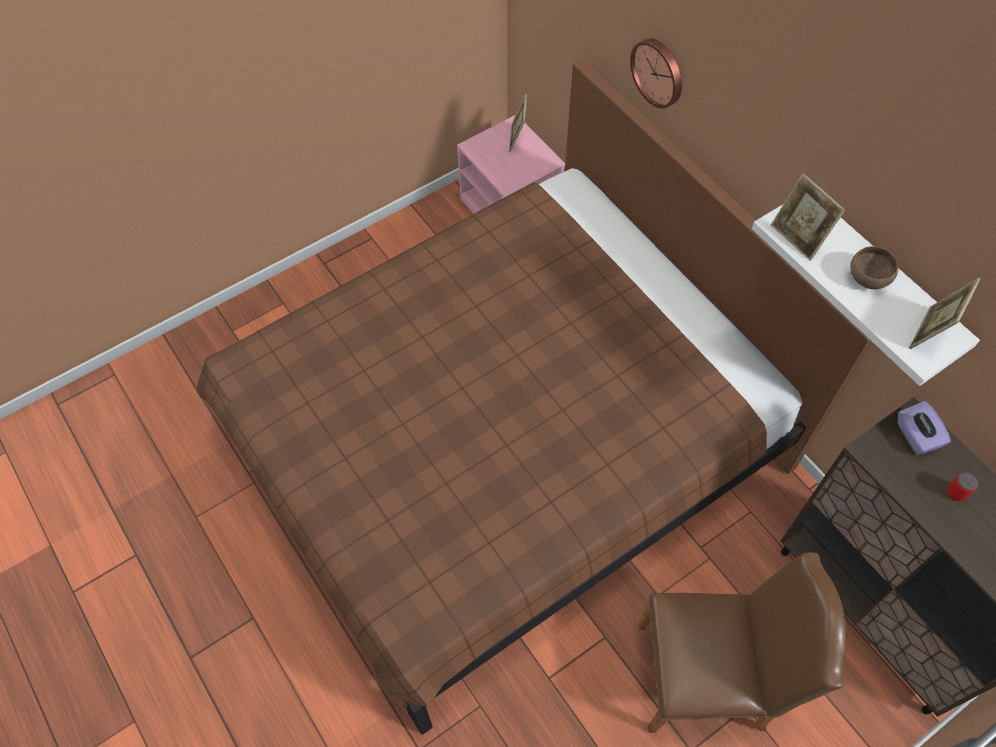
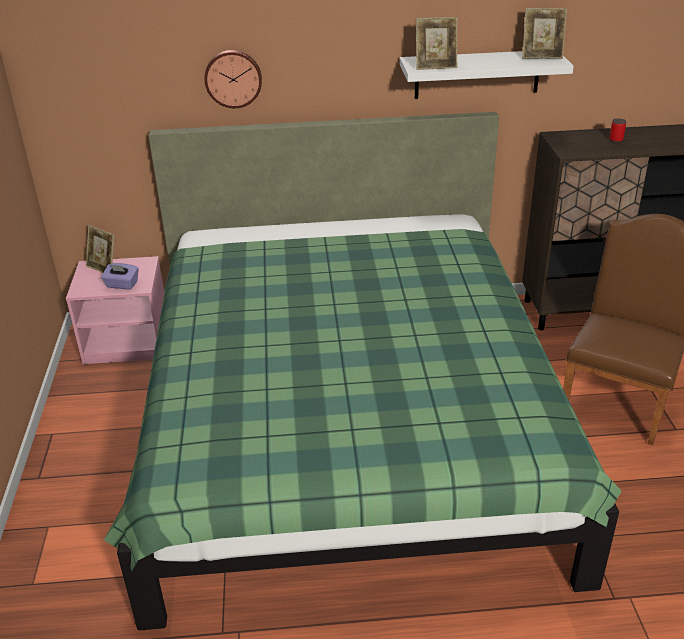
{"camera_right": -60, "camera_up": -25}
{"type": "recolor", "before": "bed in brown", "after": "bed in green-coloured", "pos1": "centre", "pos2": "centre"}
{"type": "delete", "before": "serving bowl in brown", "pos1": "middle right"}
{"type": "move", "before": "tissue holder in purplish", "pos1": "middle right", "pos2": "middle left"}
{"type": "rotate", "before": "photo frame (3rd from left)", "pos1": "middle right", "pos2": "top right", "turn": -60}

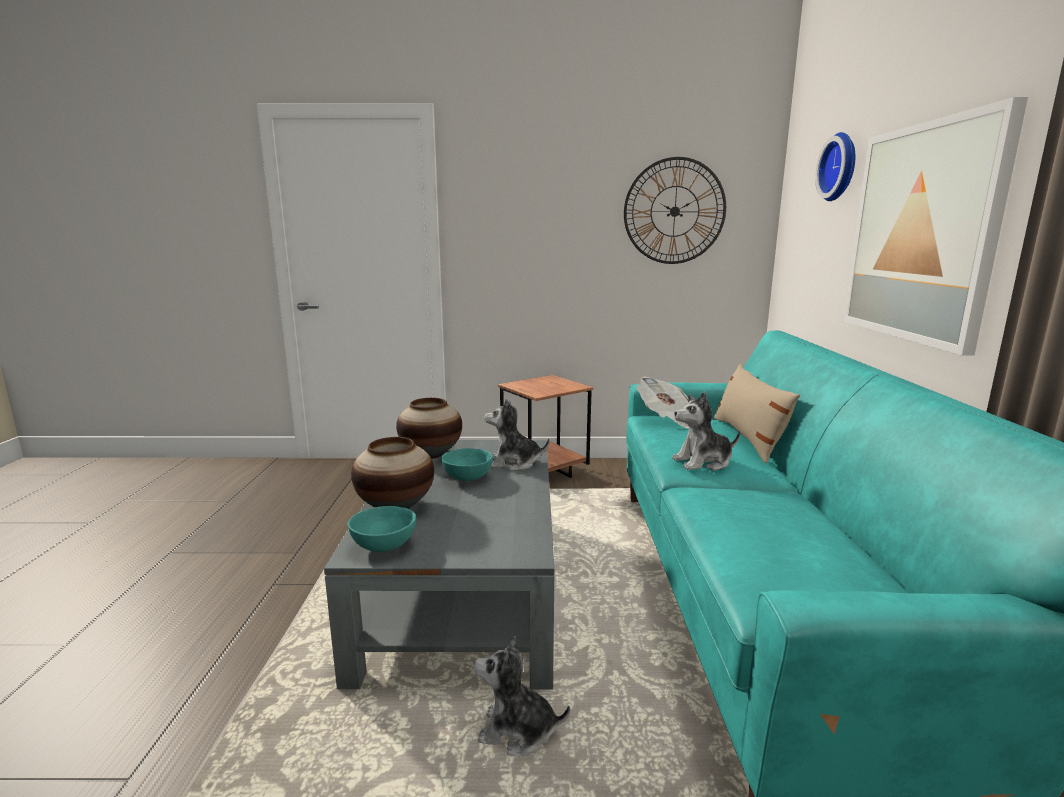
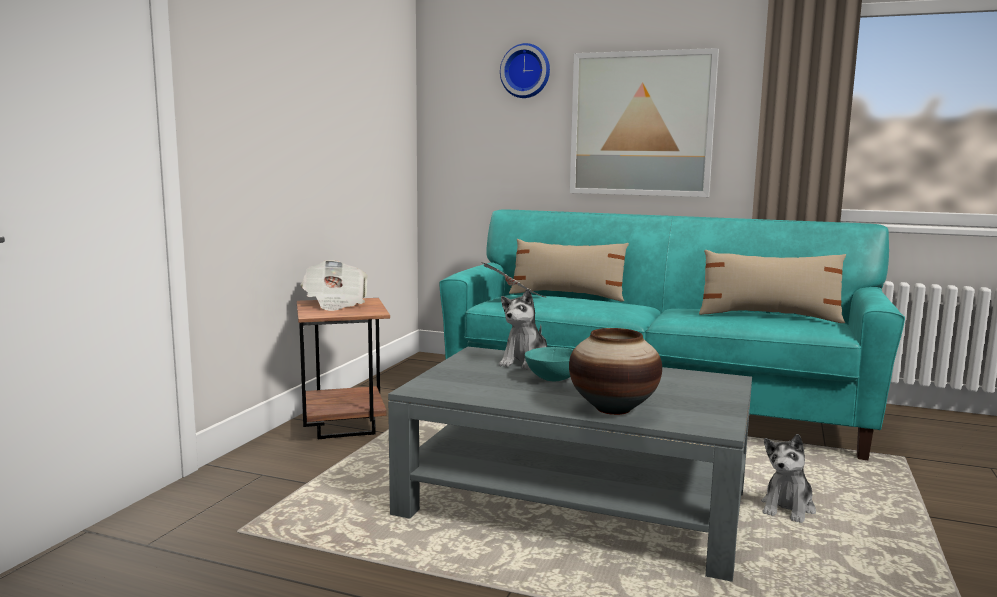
{"camera_right": -70, "camera_up": -5}
{"type": "delete", "before": "serving bowl in blue-green (1st from left)", "pos1": "centre"}
{"type": "delete", "before": "flower vase (2nd from left)", "pos1": "centre"}
{"type": "delete", "before": "clock on the wall (1st from left)", "pos1": "top centre"}
{"type": "delete", "before": "soft toy (3rd from left)", "pos1": "centre"}
{"type": "insert", "after": "daily paper (1st from left)", "pos2": "centre"}
{"type": "insert", "after": "throw pillow in beige-coloured (2nd from left)", "pos2": "middle right"}

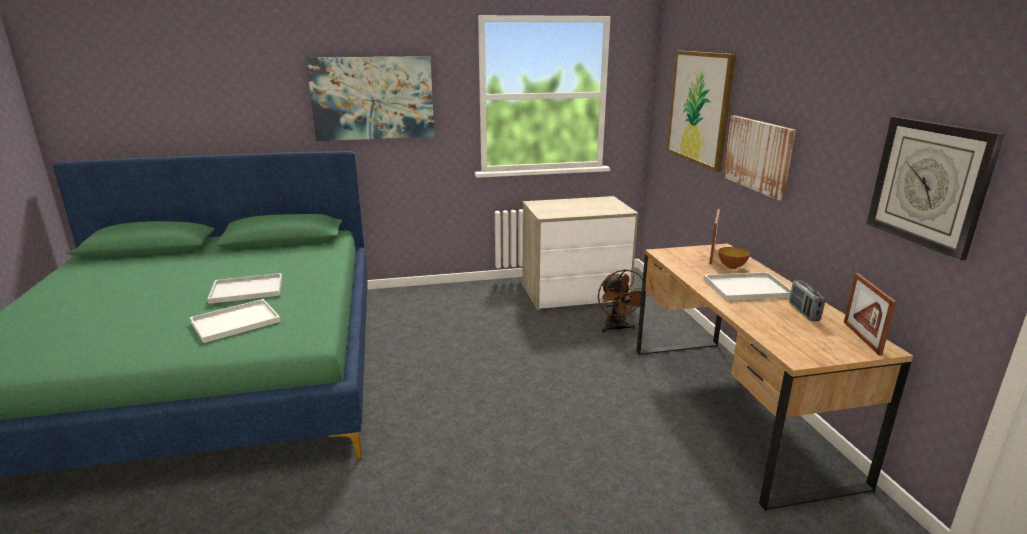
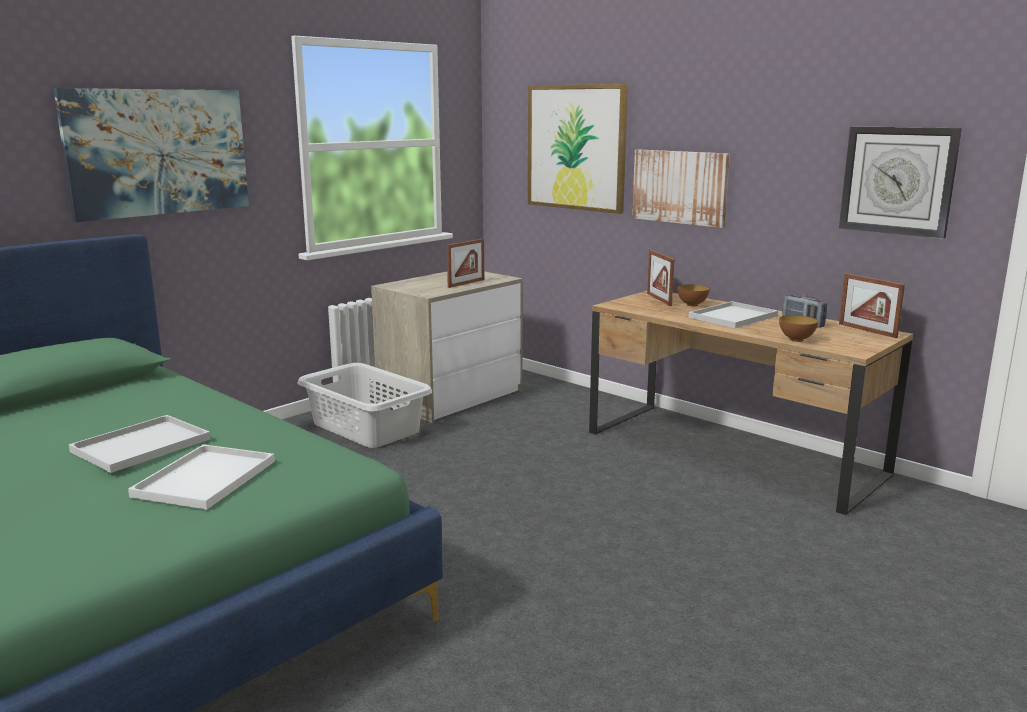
{"camera_right": -35, "camera_up": -5}
{"type": "delete", "before": "fan in brown", "pos1": "centre"}
{"type": "insert", "after": "laundry basket in gray", "pos2": "centre"}
{"type": "insert", "after": "photo frame (1st from left)", "pos2": "centre"}
{"type": "insert", "after": "serving bowl (2nd from left)", "pos2": "middle right"}

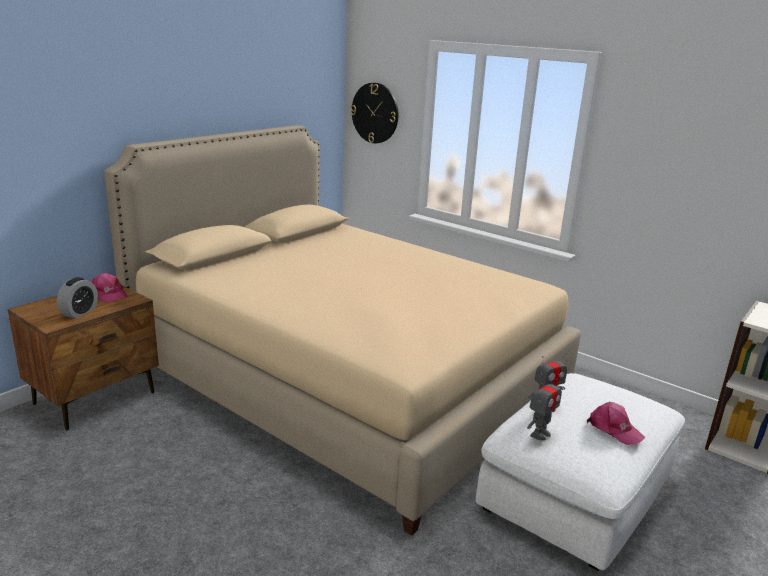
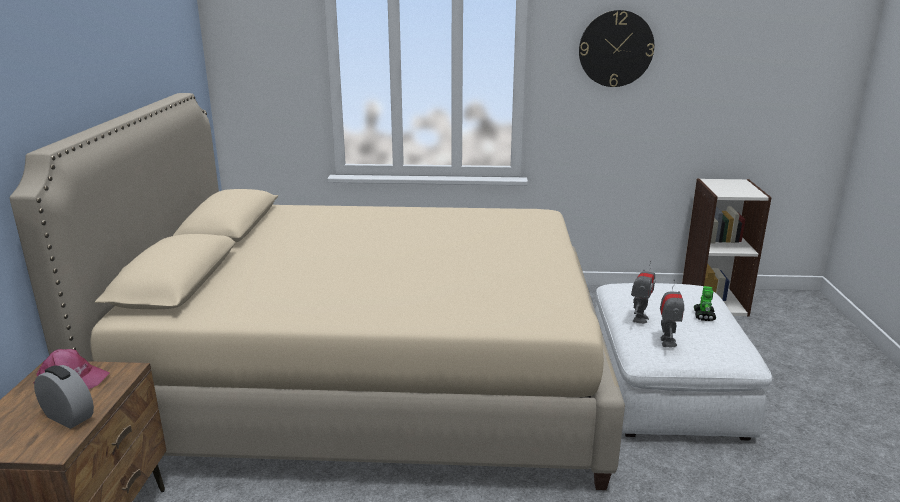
{"camera_right": -35, "camera_up": 0}
{"type": "rotate", "before": "bedside clock", "pos1": "middle left", "pos2": "bottom left", "turn": -45}
{"type": "move", "before": "clock on the wall", "pos1": "top centre", "pos2": "top right"}
{"type": "replace", "before": "peaked cap in pink-coloured (2nd from left)", "after": "robot figure (3rd from left)", "pos1": "bottom right", "pos2": "middle right"}

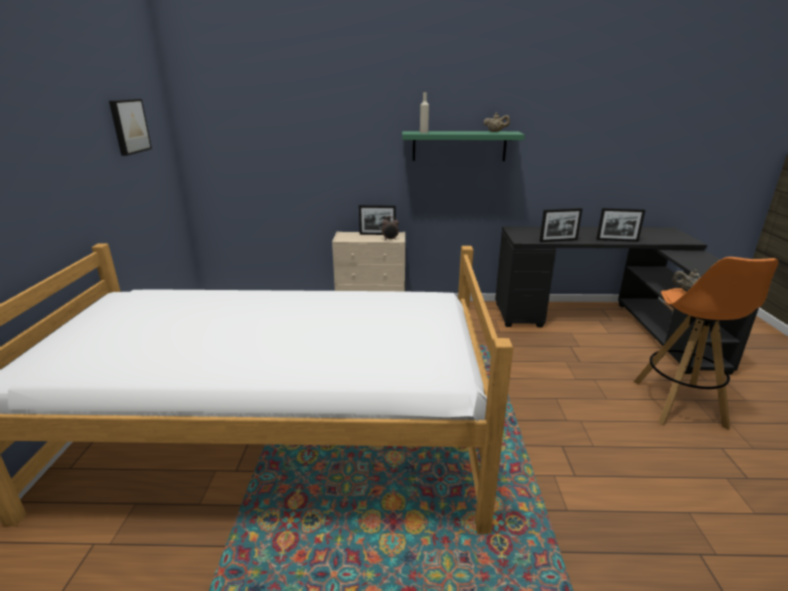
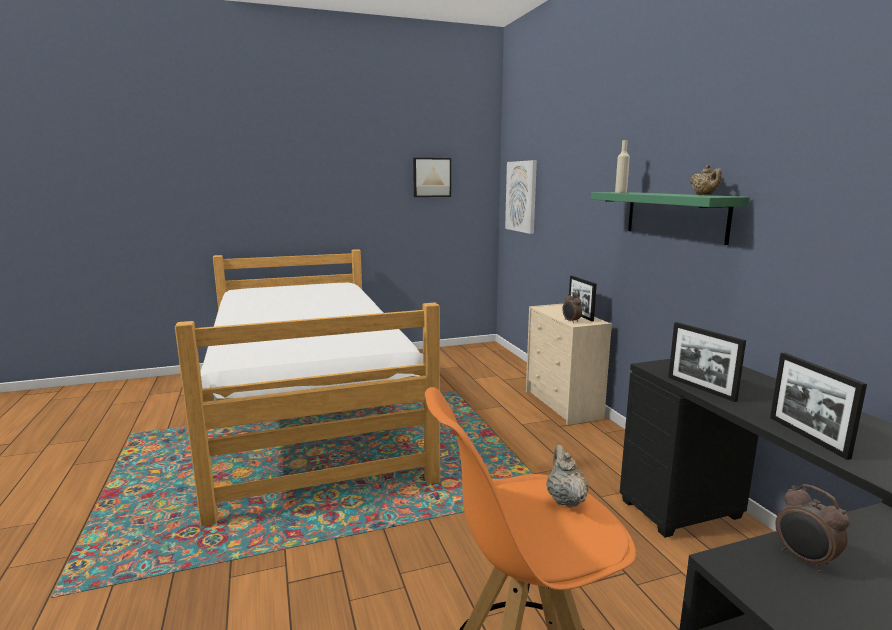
{"camera_right": 70, "camera_up": -10}
{"type": "insert", "after": "wall picture (2nd from left)", "pos2": "top centre"}
{"type": "insert", "after": "bedside clock (2nd from left)", "pos2": "bottom right"}

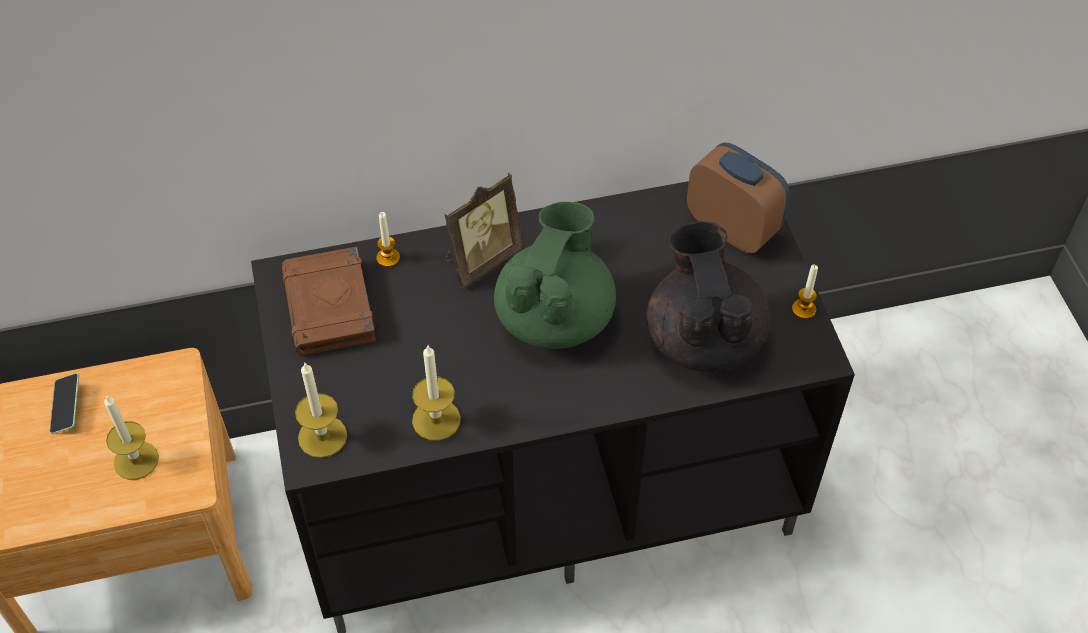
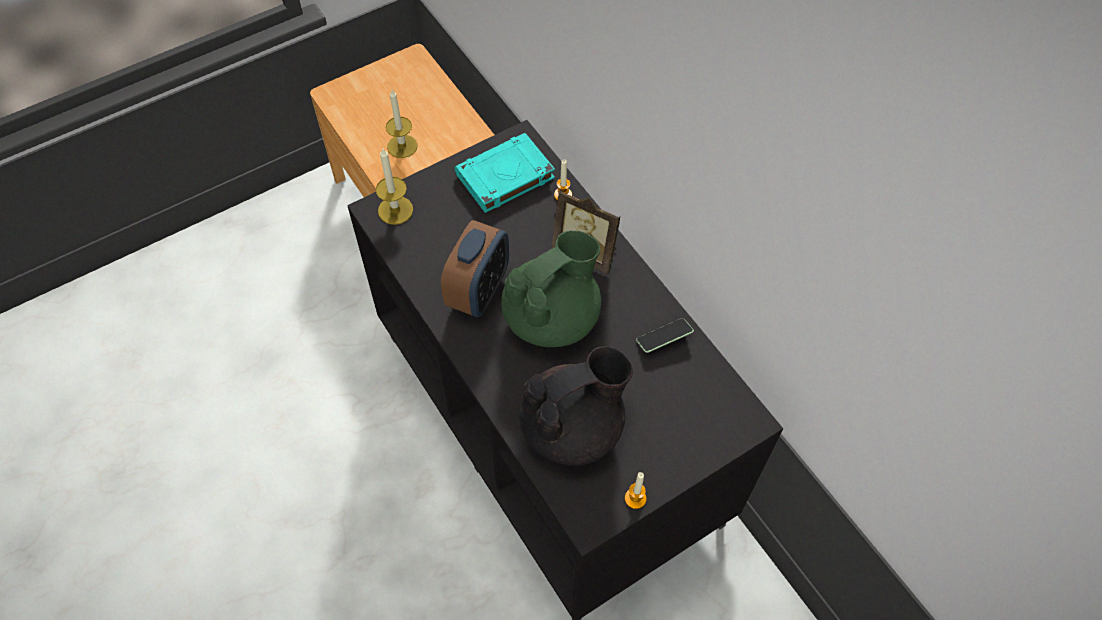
{"camera_right": 70, "camera_up": 5}
{"type": "move", "before": "telephone", "pos1": "middle left", "pos2": "centre"}
{"type": "recolor", "before": "volume in brown", "after": "volume in blue-green", "pos1": "middle left", "pos2": "top centre"}
{"type": "delete", "before": "wax candle (4th from left)", "pos1": "centre"}
{"type": "rotate", "before": "tea pot in green-coloured", "pos1": "centre", "pos2": "centre", "turn": -45}
{"type": "move", "before": "bedside clock", "pos1": "top right", "pos2": "centre"}

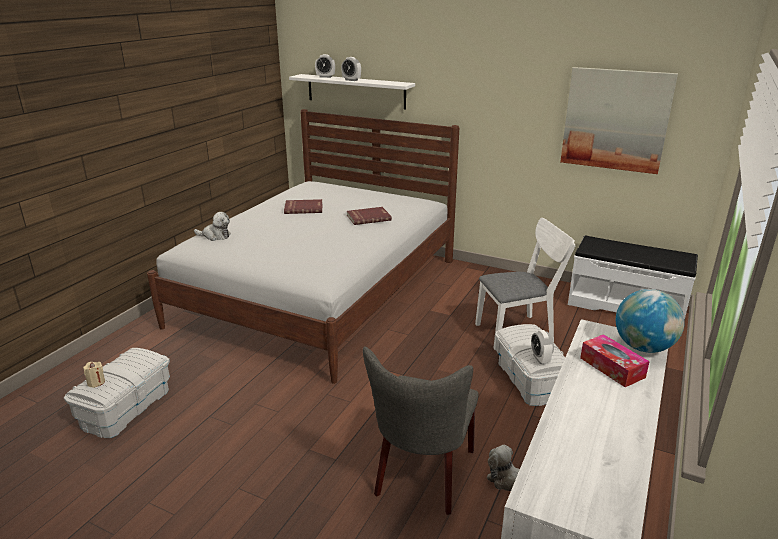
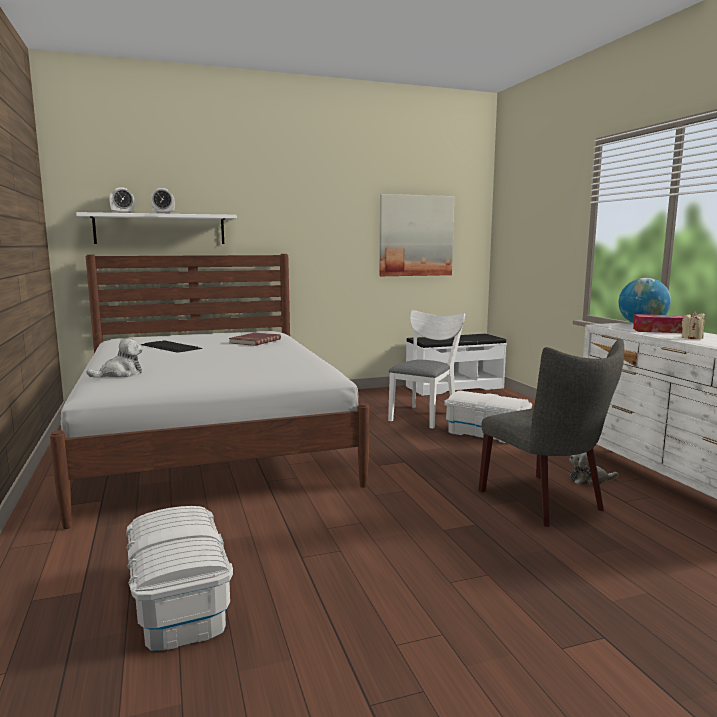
{"camera_right": -45, "camera_up": -15}
{"type": "move", "before": "wax candle in beige-coloured", "pos1": "bottom left", "pos2": "middle right"}
{"type": "replace", "before": "volume in red-coloured (1st from left)", "after": "PC keyboard", "pos1": "centre", "pos2": "middle left"}
{"type": "delete", "before": "bedside clock (3rd from left)", "pos1": "middle right"}

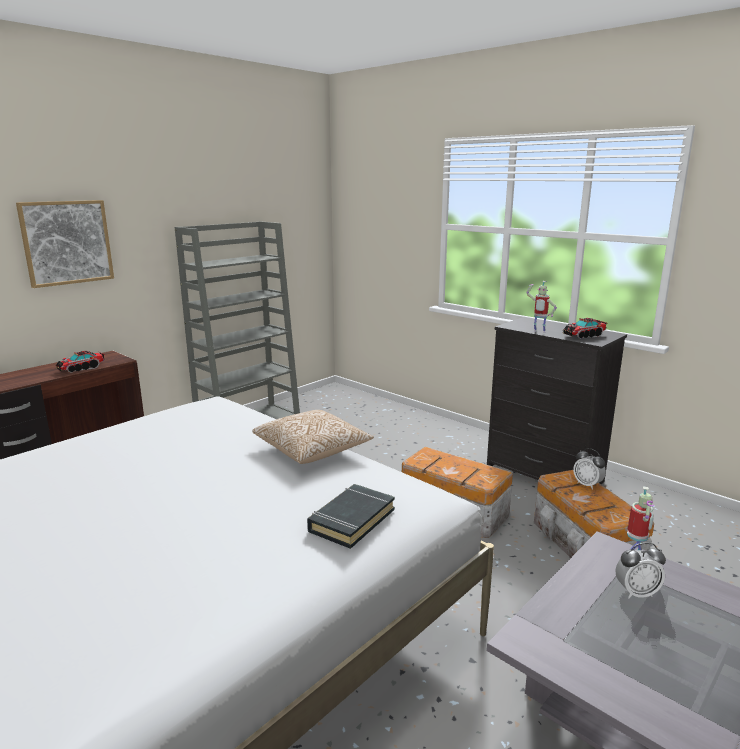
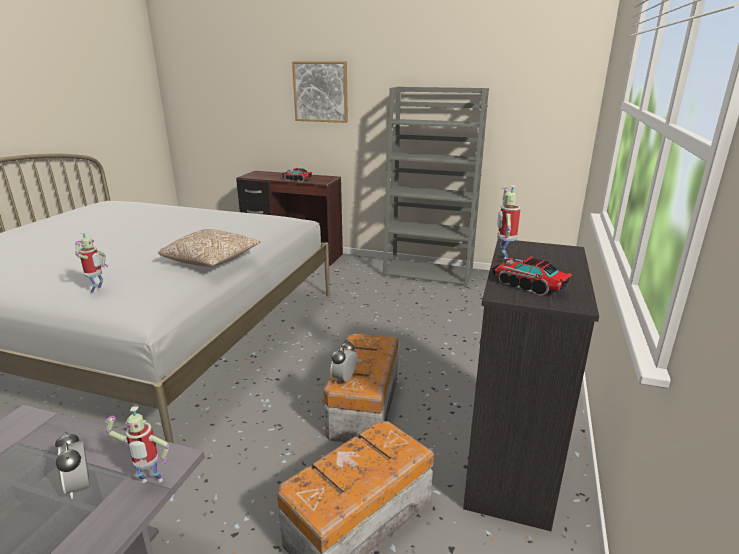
{"camera_right": 65, "camera_up": 5}
{"type": "replace", "before": "volume in black", "after": "robot figure (1st from left)", "pos1": "bottom centre", "pos2": "middle left"}
{"type": "move", "before": "bedside clock (1st from left in the first image)", "after": "bedside clock (2nd from left)", "pos1": "middle right", "pos2": "centre"}

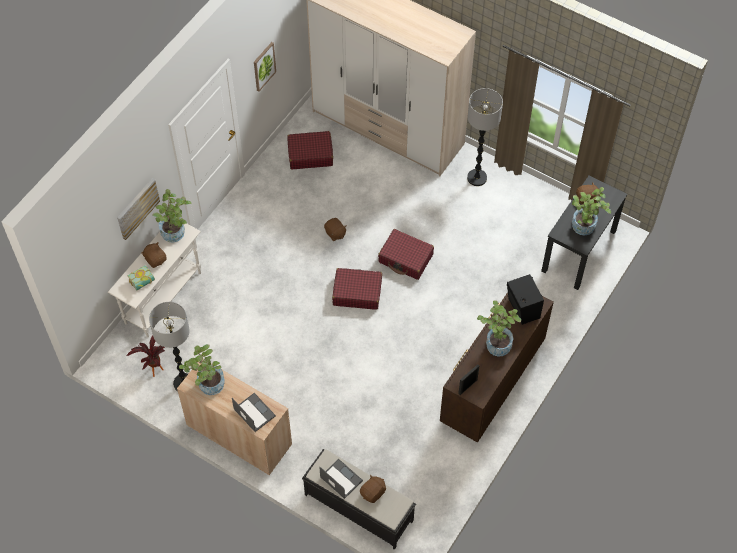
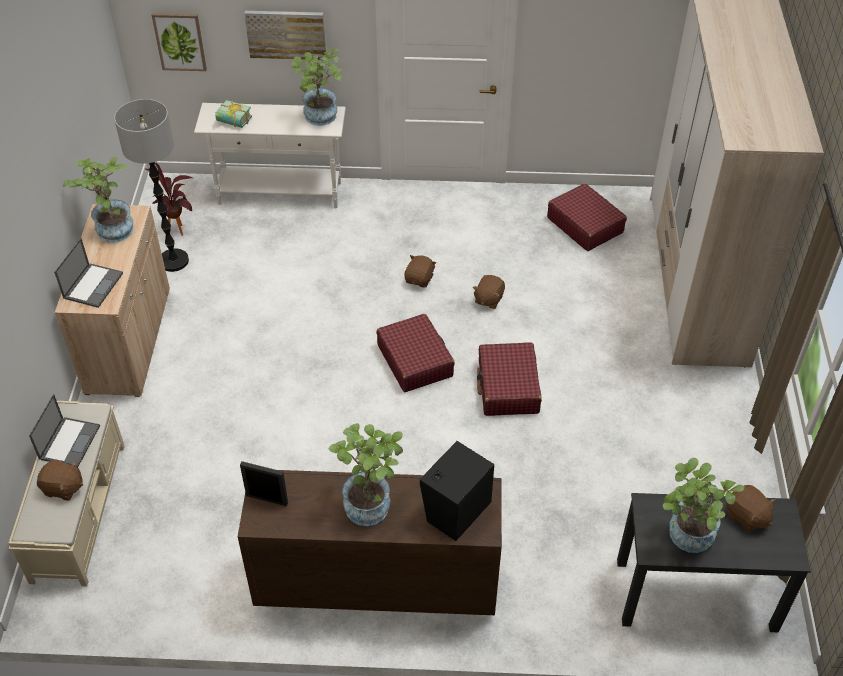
{"camera_right": 60, "camera_up": -10}
{"type": "move", "before": "soft toy in brown (1st from left in the first image)", "after": "soft toy in brown (2nd from left)", "pos1": "middle left", "pos2": "centre"}
{"type": "move", "before": "wall picture (2nd from left in the first image)", "after": "wall picture (1st from left)", "pos1": "top centre", "pos2": "top left"}
{"type": "recolor", "before": "indoor bench in black", "after": "indoor bench in beige-coloured", "pos1": "bottom centre", "pos2": "bottom left"}
{"type": "delete", "before": "floor lamp (2nd from left)", "pos1": "top centre"}

